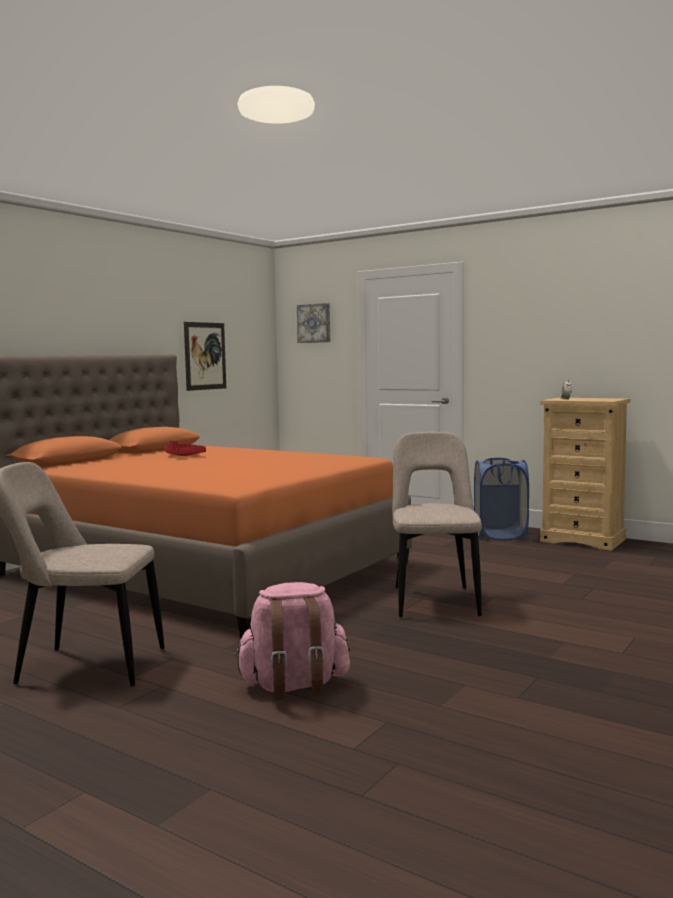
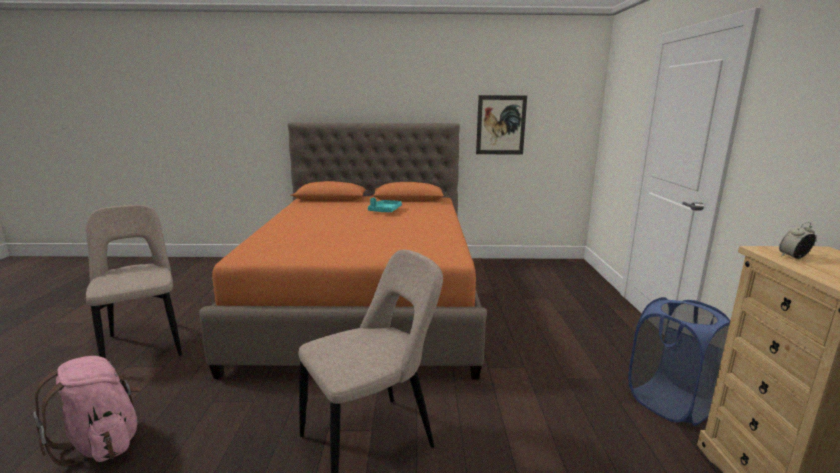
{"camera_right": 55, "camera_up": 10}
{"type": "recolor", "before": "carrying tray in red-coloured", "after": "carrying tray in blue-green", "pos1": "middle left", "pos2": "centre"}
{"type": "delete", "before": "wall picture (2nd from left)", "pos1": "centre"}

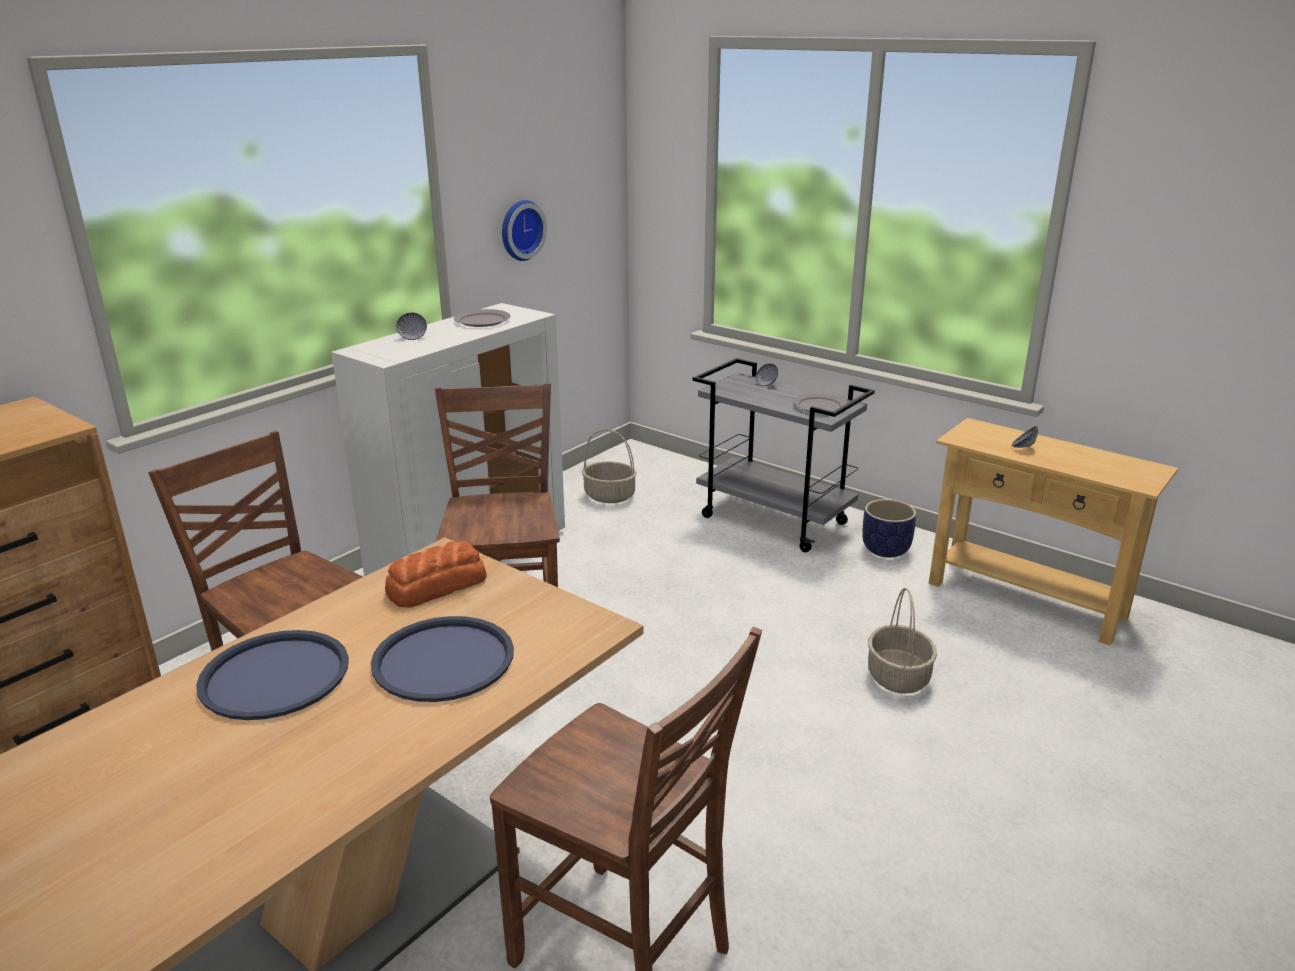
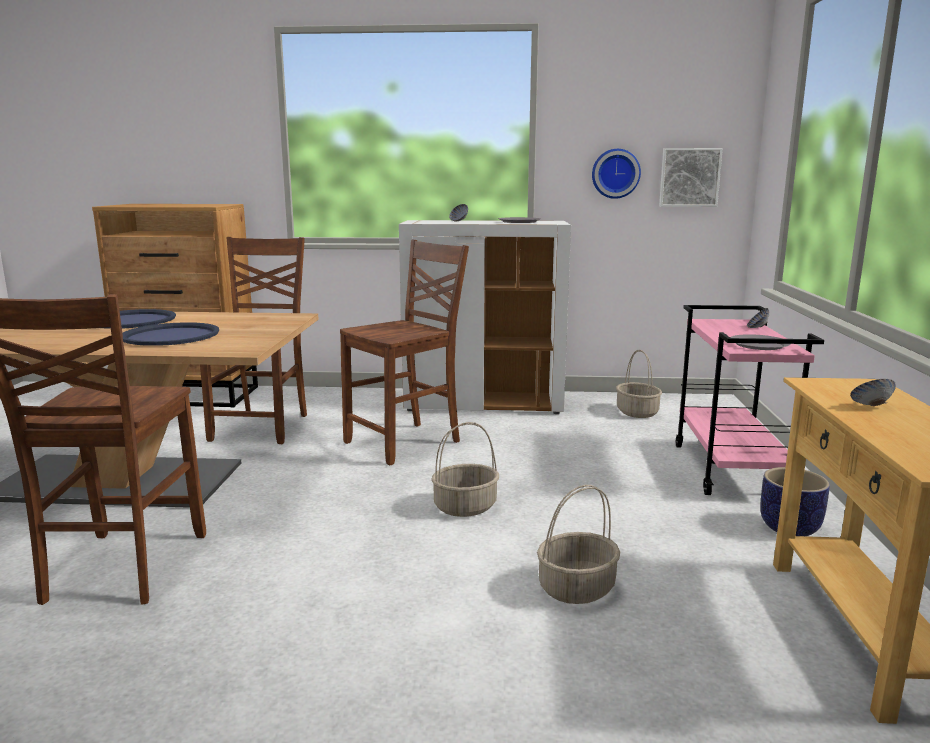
{"camera_right": 55, "camera_up": -10}
{"type": "delete", "before": "bread", "pos1": "centre"}
{"type": "recolor", "before": "cart in gray", "after": "cart in pink-coloured", "pos1": "centre", "pos2": "middle right"}
{"type": "insert", "after": "storage basket (1st from left)", "pos2": "centre"}
{"type": "insert", "after": "wall picture", "pos2": "top right"}

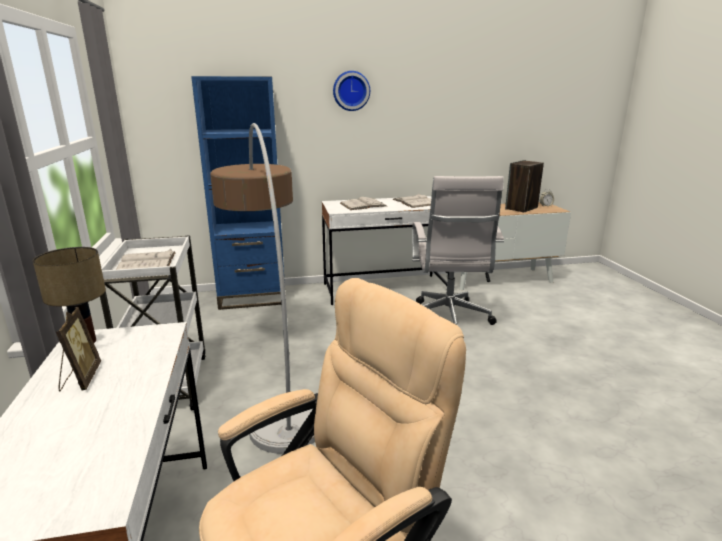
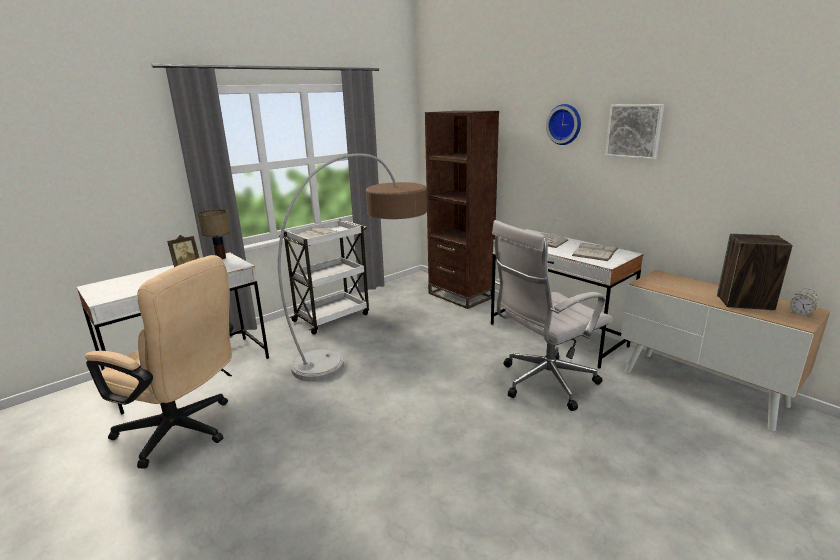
{"camera_right": 60, "camera_up": 0}
{"type": "recolor", "before": "bookcase in bluish", "after": "bookcase in brown", "pos1": "middle left", "pos2": "centre"}
{"type": "insert", "after": "wall picture", "pos2": "top right"}

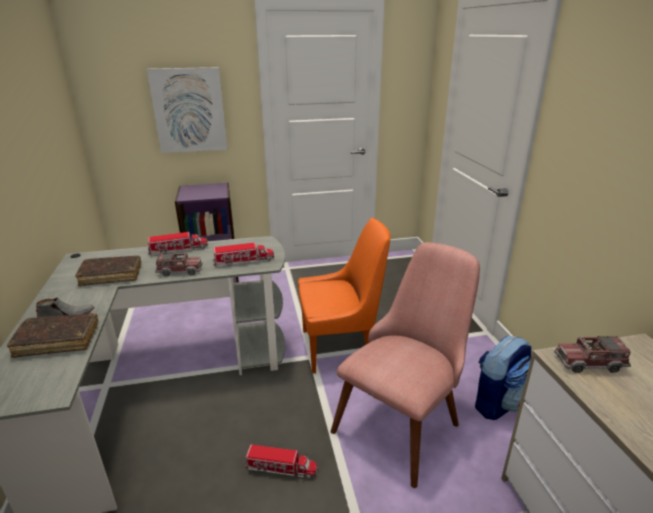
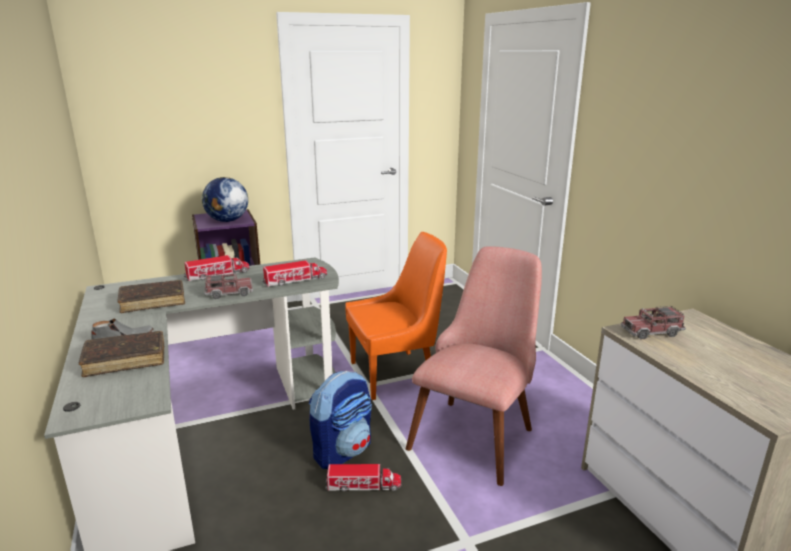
{"camera_right": -10, "camera_up": -5}
{"type": "delete", "before": "wall picture", "pos1": "top left"}
{"type": "move", "before": "knapsack", "pos1": "bottom right", "pos2": "bottom centre"}
{"type": "insert", "after": "globe", "pos2": "middle left"}

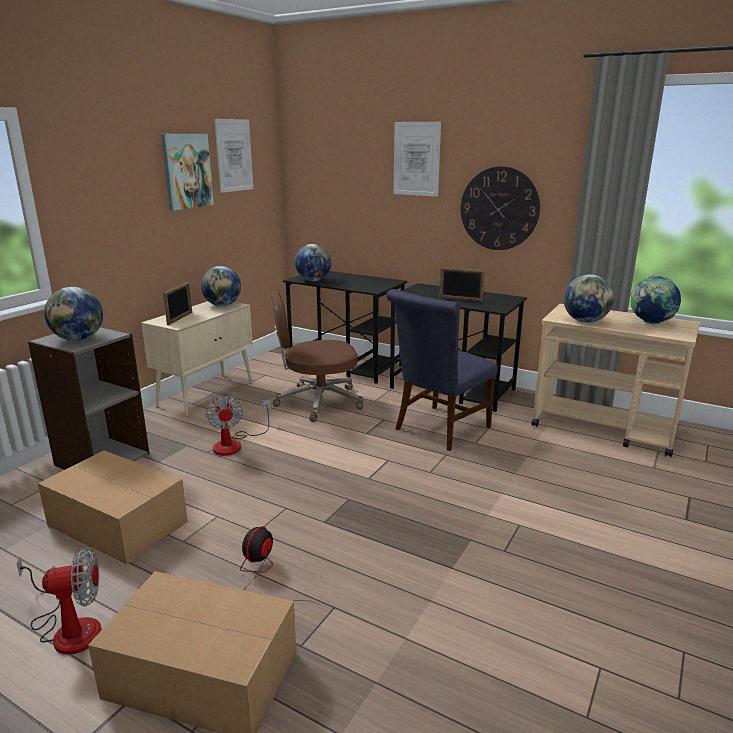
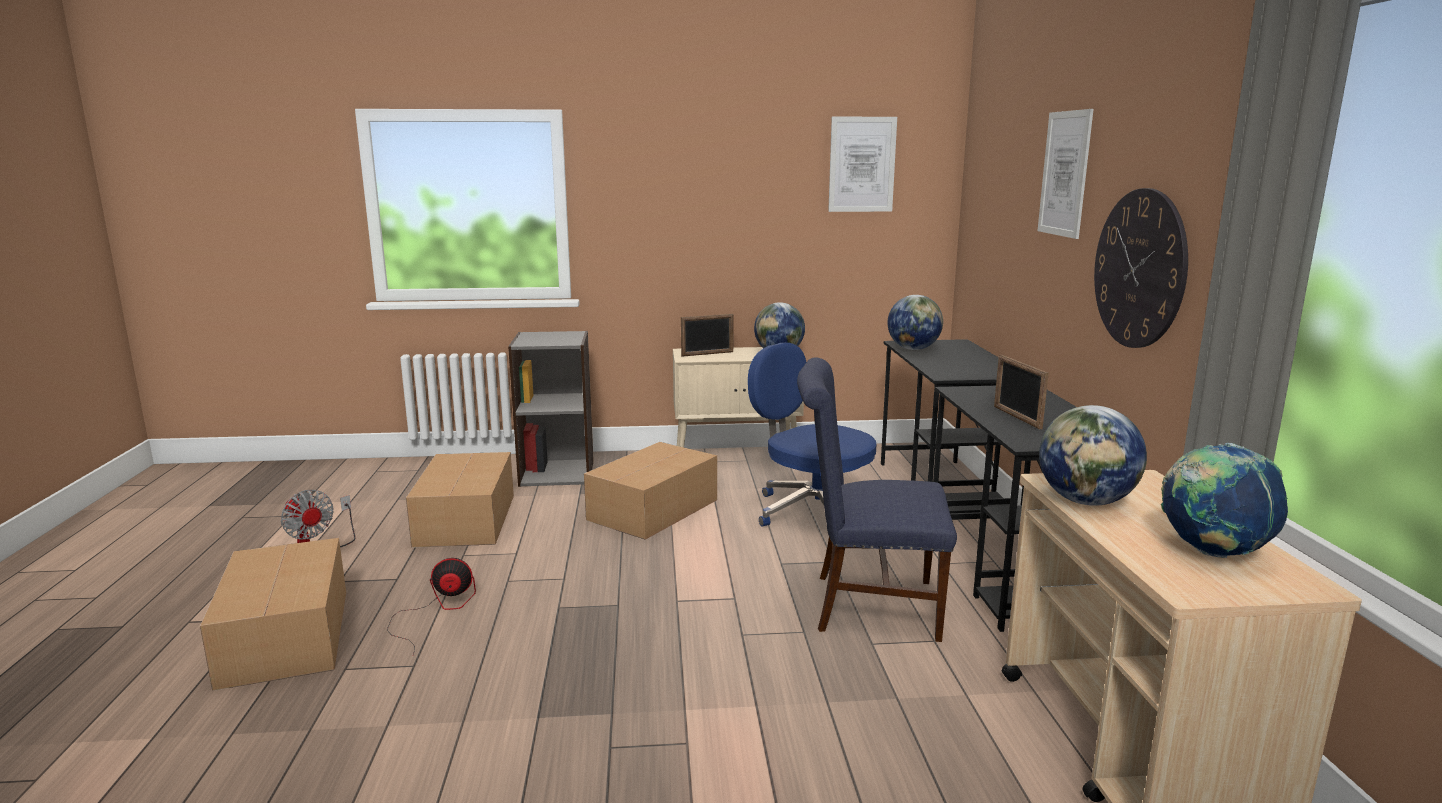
{"camera_right": 55, "camera_up": -5}
{"type": "delete", "before": "globe (1st from left)", "pos1": "middle left"}
{"type": "delete", "before": "wall picture (1st from left)", "pos1": "top left"}
{"type": "replace", "before": "fan (2nd from left)", "after": "carton (3rd from left)", "pos1": "middle left", "pos2": "centre"}
{"type": "recolor", "before": "desk chair in brown", "after": "desk chair in bluish", "pos1": "centre", "pos2": "centre"}

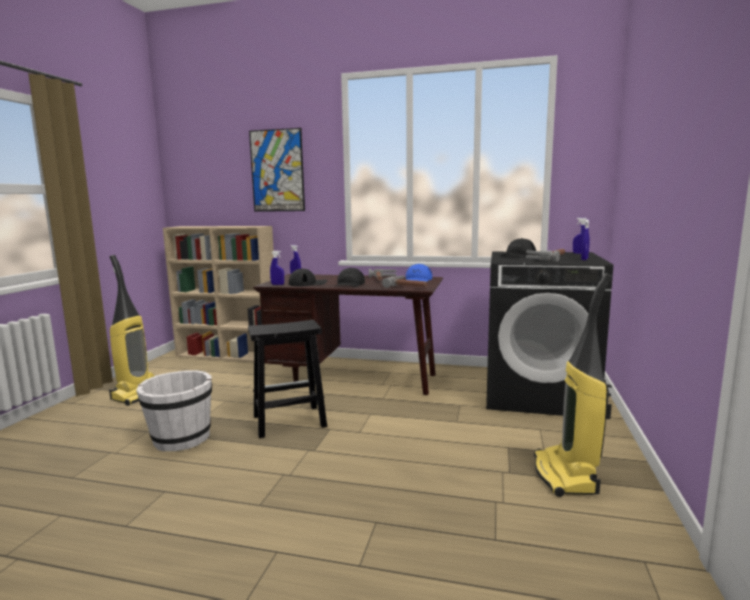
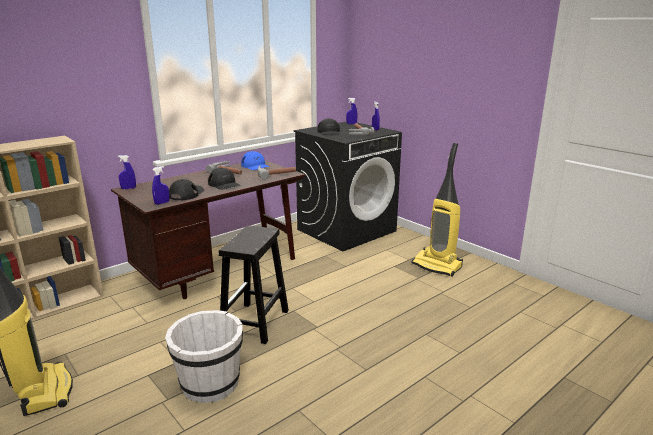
{"camera_right": -55, "camera_up": 10}
{"type": "delete", "before": "wall picture", "pos1": "top centre"}

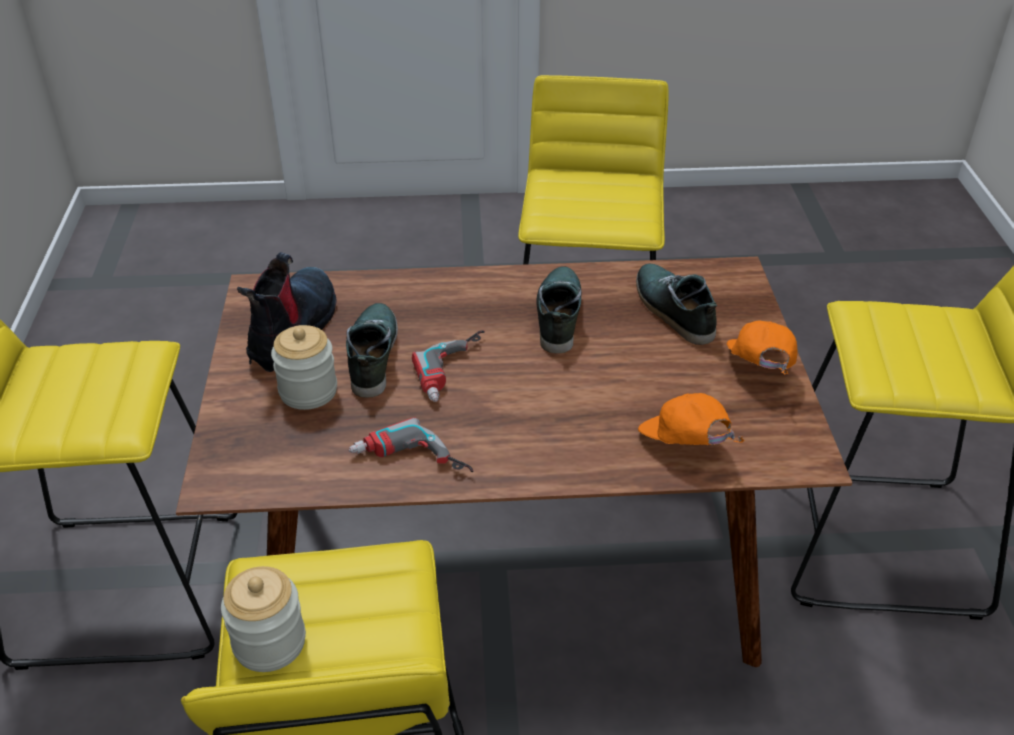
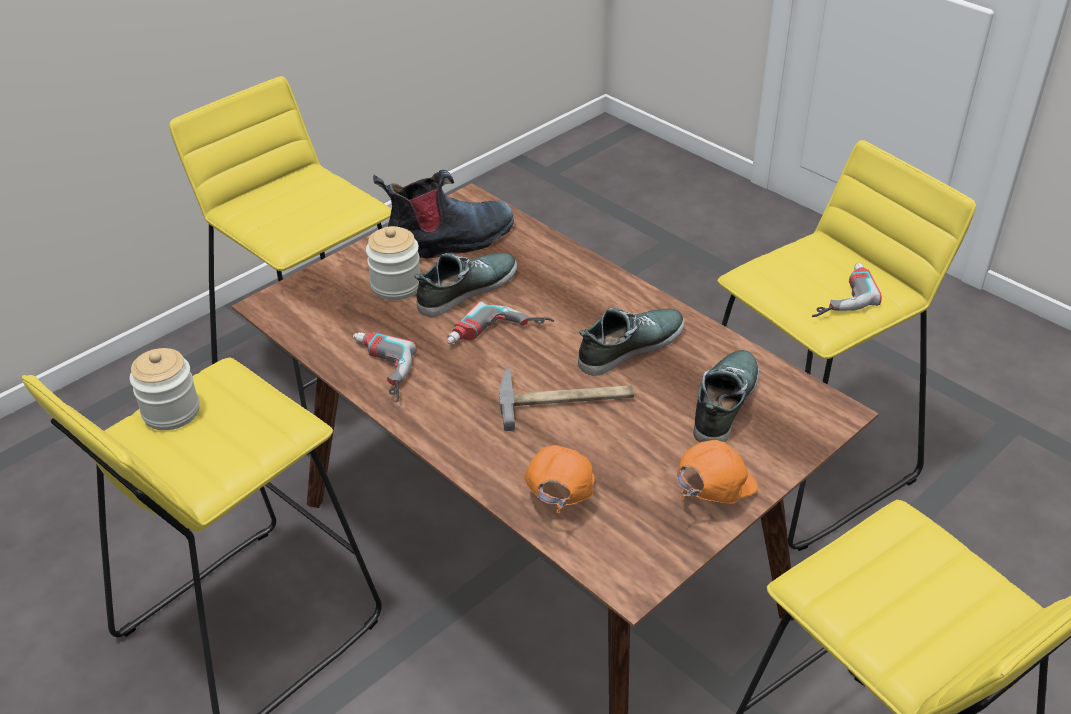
{"camera_right": 50, "camera_up": 0}
{"type": "insert", "after": "tool hammer", "pos2": "centre"}
{"type": "insert", "after": "power drill (3rd from left)", "pos2": "middle right"}

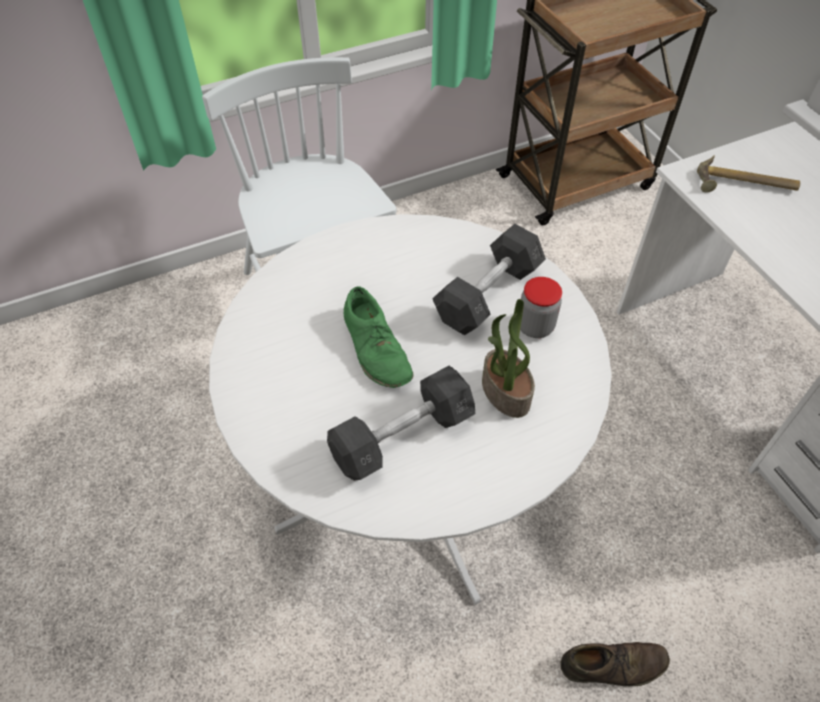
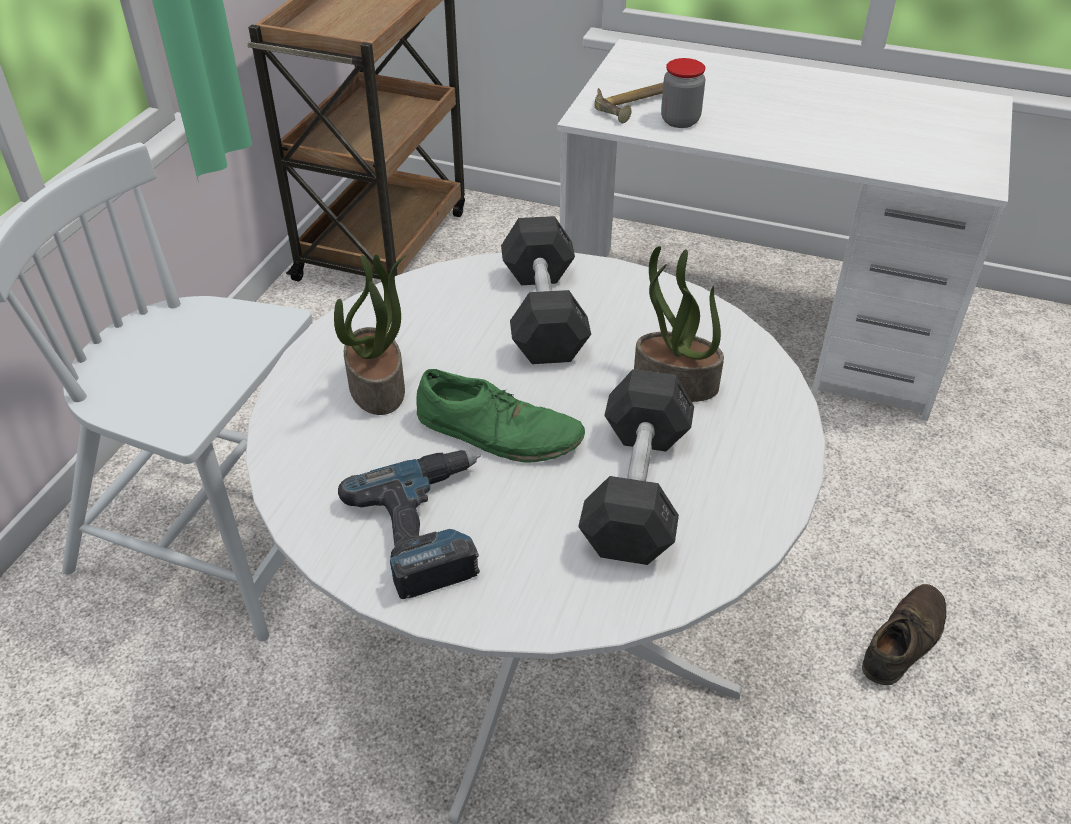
{"camera_right": -45, "camera_up": -10}
{"type": "move", "before": "storage jar", "pos1": "centre", "pos2": "top centre"}
{"type": "insert", "after": "houseplant (1st from left)", "pos2": "centre"}
{"type": "insert", "after": "power drill", "pos2": "centre"}

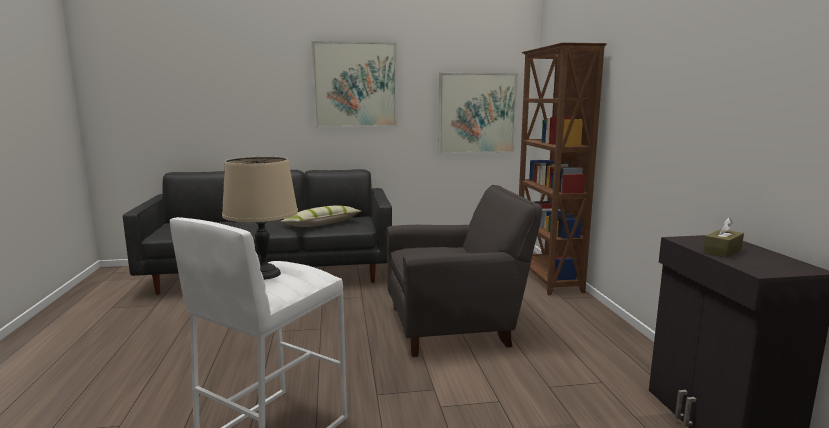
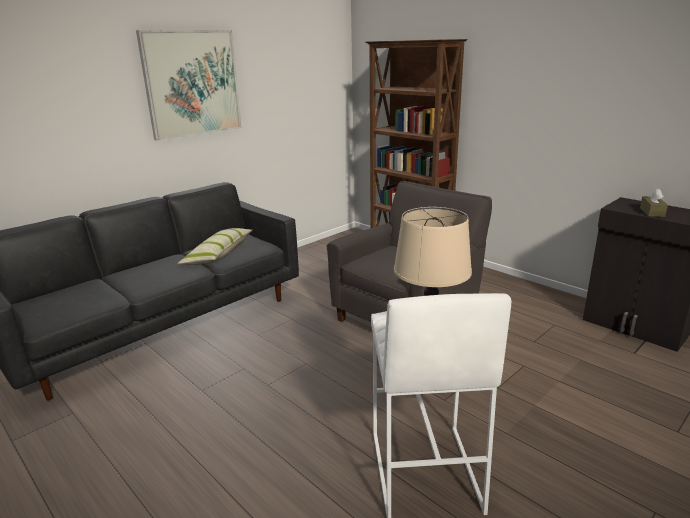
{"camera_right": -35, "camera_up": 10}
{"type": "delete", "before": "wall picture (2nd from left)", "pos1": "top centre"}

